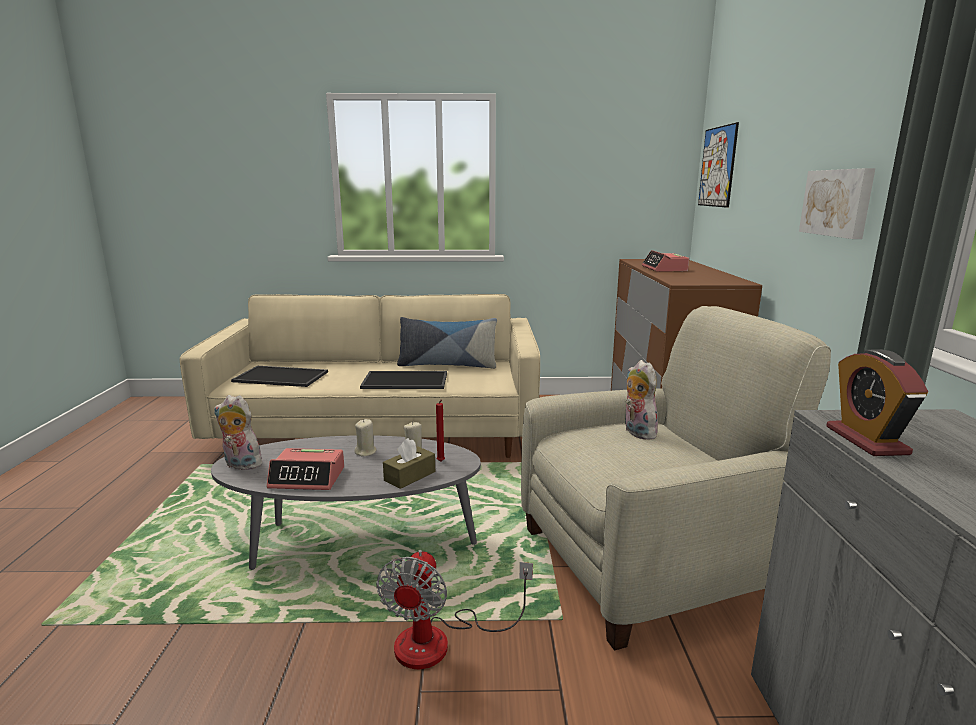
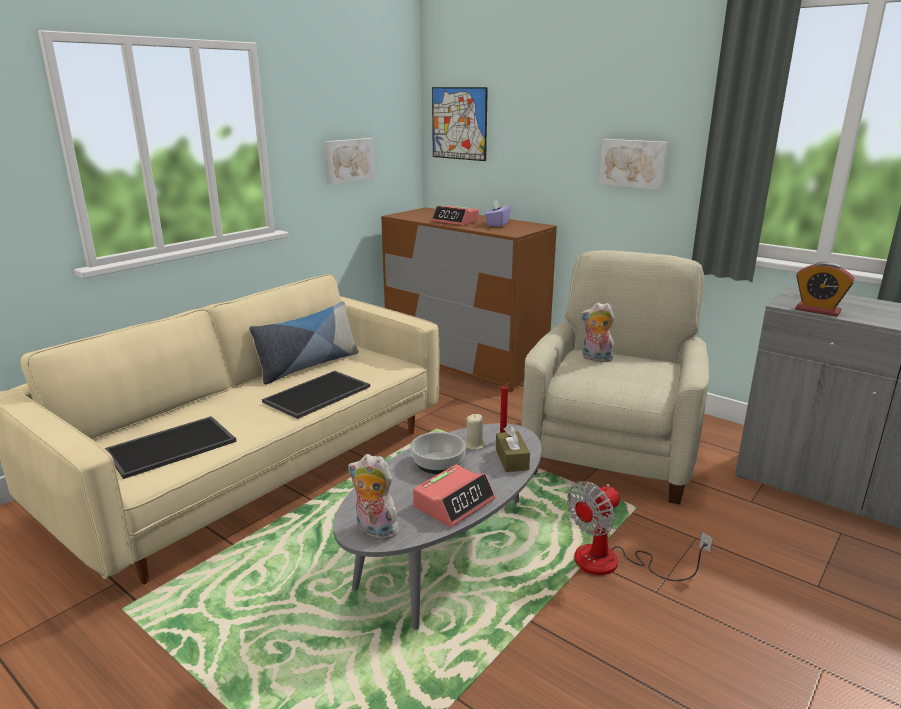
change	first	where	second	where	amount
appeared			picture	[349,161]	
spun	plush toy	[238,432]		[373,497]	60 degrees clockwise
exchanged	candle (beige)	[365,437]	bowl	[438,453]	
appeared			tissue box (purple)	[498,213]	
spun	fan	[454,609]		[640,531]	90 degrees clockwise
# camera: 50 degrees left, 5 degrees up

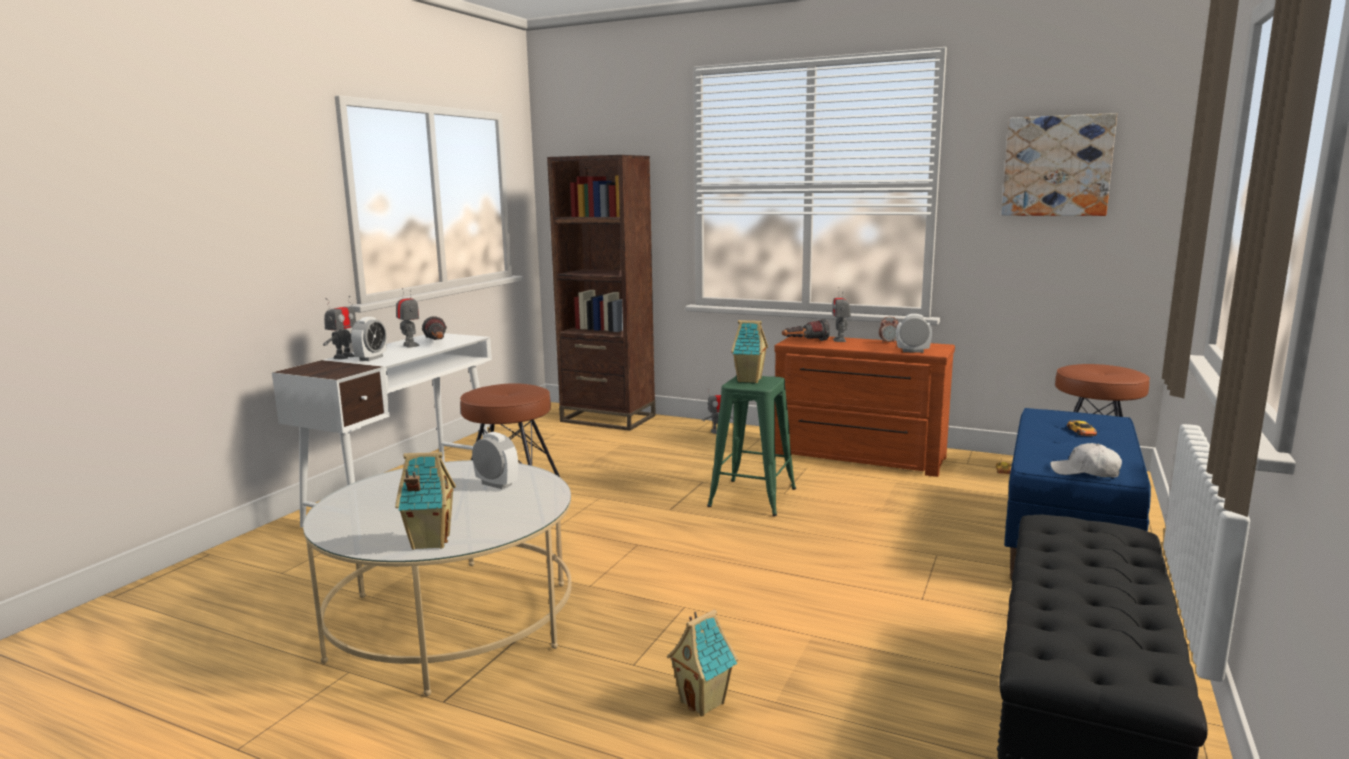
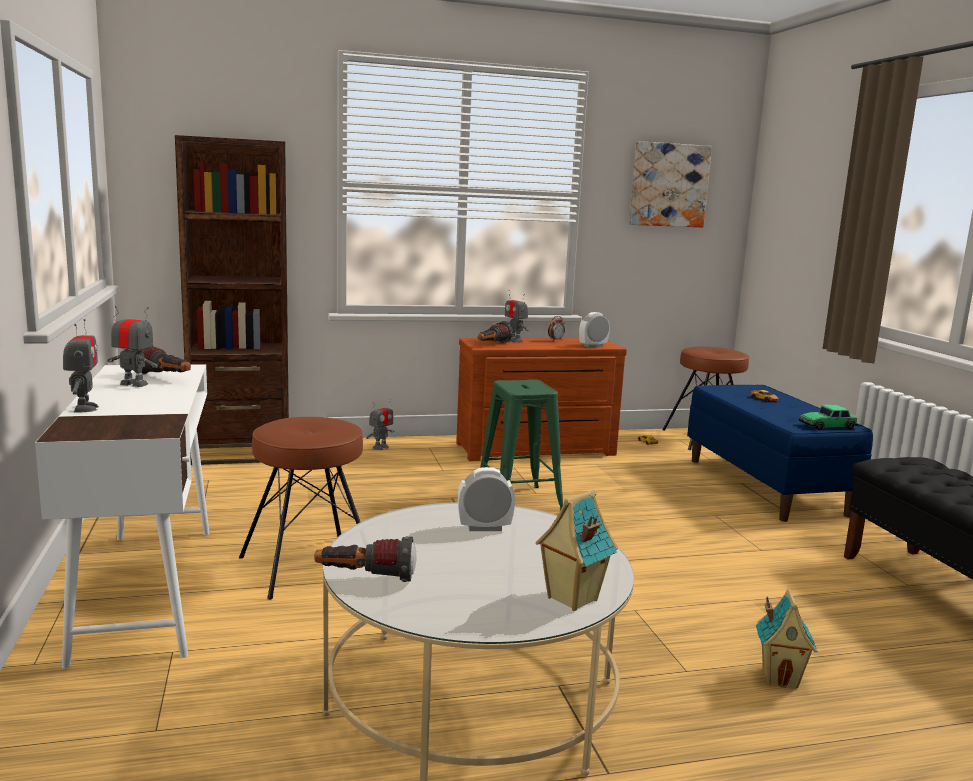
change	first	where	second	where	amount
appeared			flashlight	[365,559]	
exchanged	cap (white)	[1086,460]	toy car	[828,417]	
missing	alarm clock	[369,339]			
missing	toy house	[749,351]			
# camera: 40 degrees left, 0 degrees up

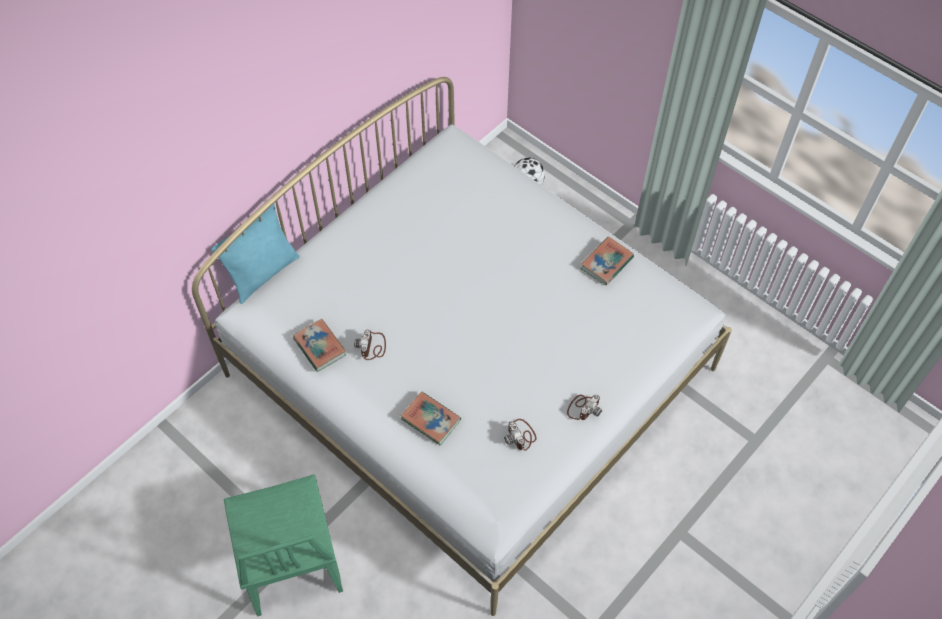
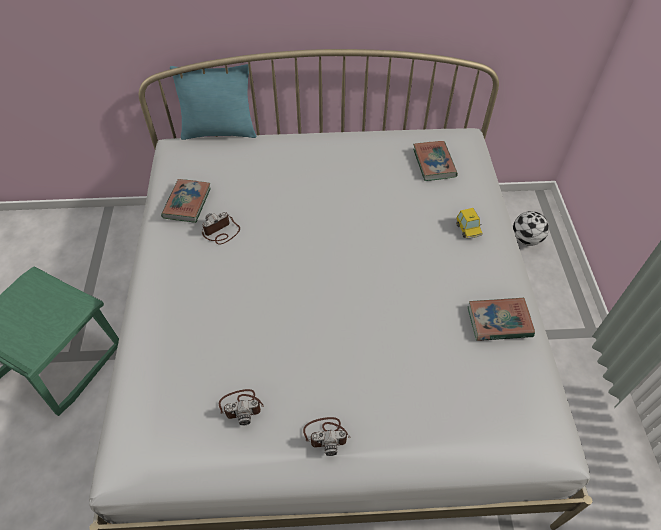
change	first	where	second	where	amount
spun	photo camera	[520,435]		[241,407]	120 degrees counterclockwise
relocated	book	[430,418]		[435,161]	
appeared			toy car	[469,223]	
# camera: 45 degrees right, 5 degrees down

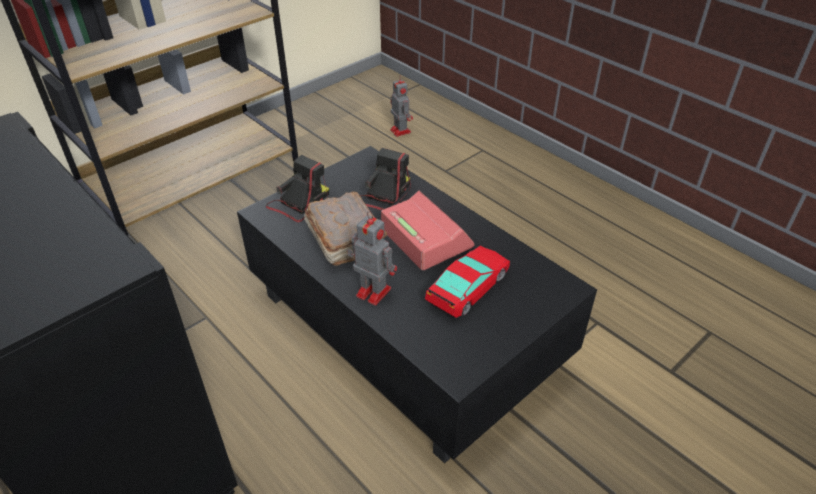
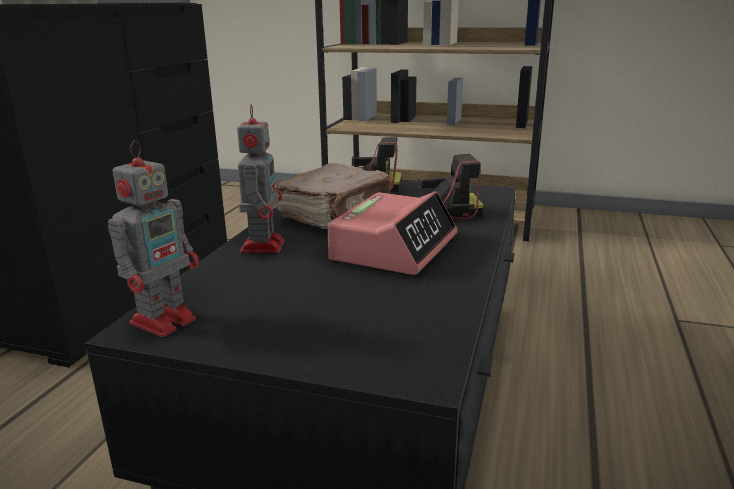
change	first	where	second	where	amount
relocated	toy robot	[401,106]		[153,238]	
missing	toy car	[467,282]			
# camera: 60 degrees right, 20 degrees down

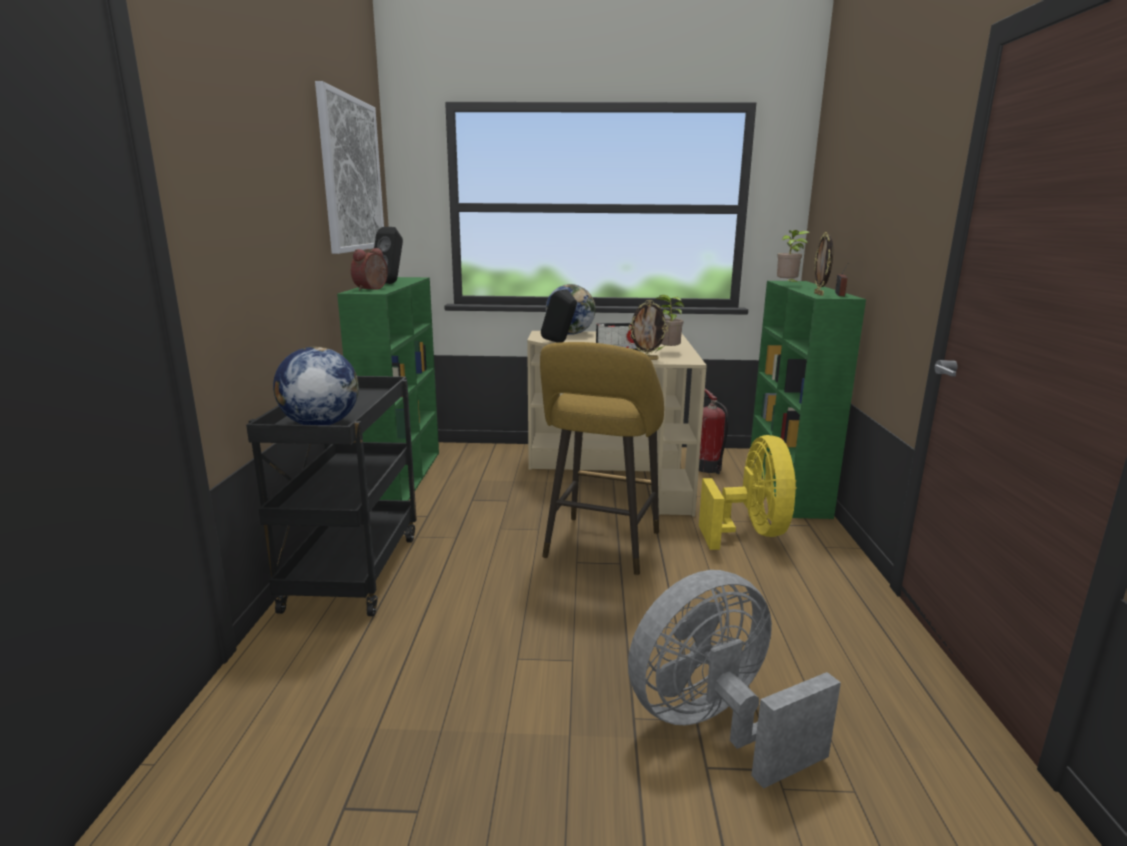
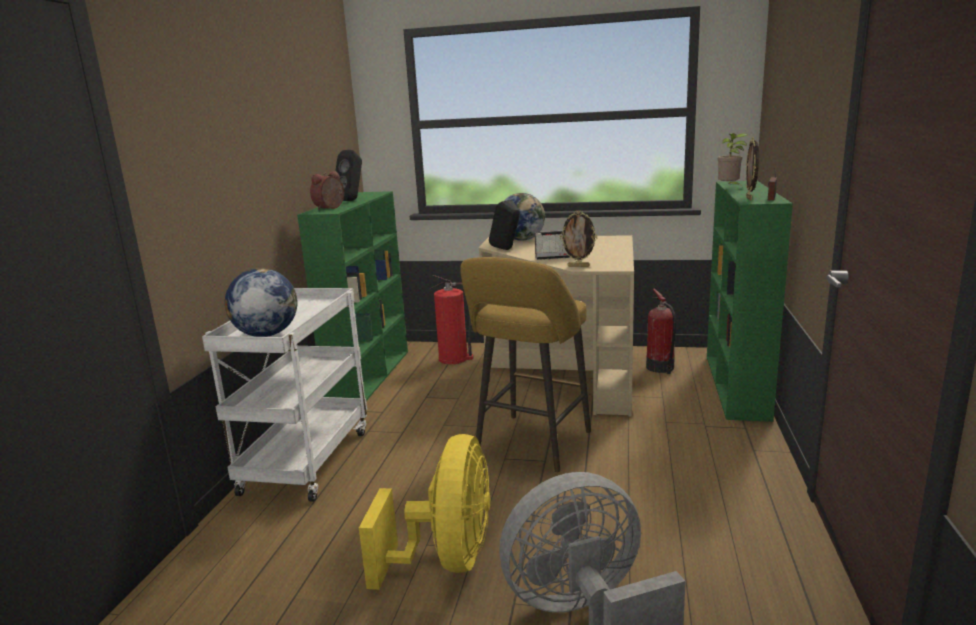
change	first	where	second	where	amount
colour	cart (black)	[331,496]	cart (white)	[284,395]	
relocated	fan (yellow)	[748,492]		[424,512]	
appeared			fire extinguisher	[451,319]	
missing	picture	[349,167]			
missing	potted plant	[669,323]			
# camera: 10 degrees right, 0 degrees up

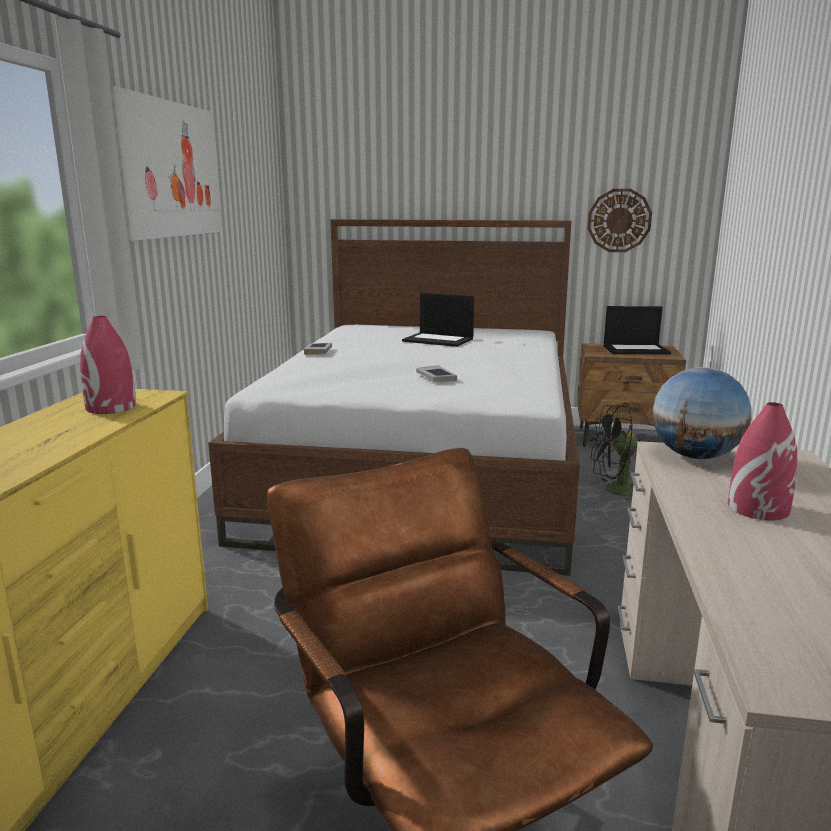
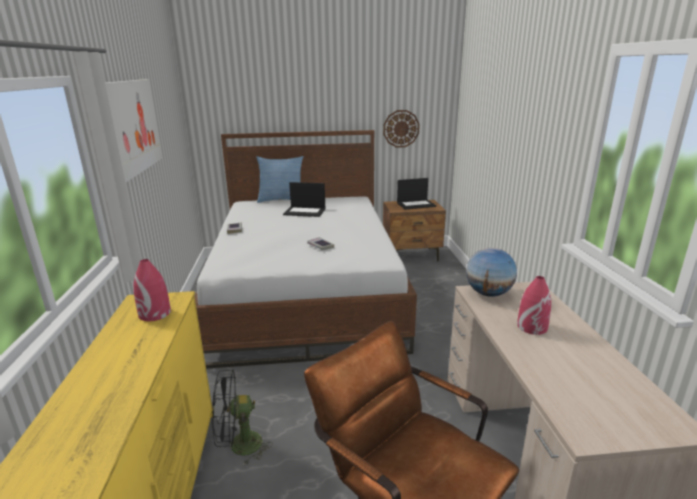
change	first	where	second	where	amount
relocated	fan (black)	[615,453]		[242,417]	
appeared			pillow	[280,179]	
# camera: 15 degrees left, 5 degrees up

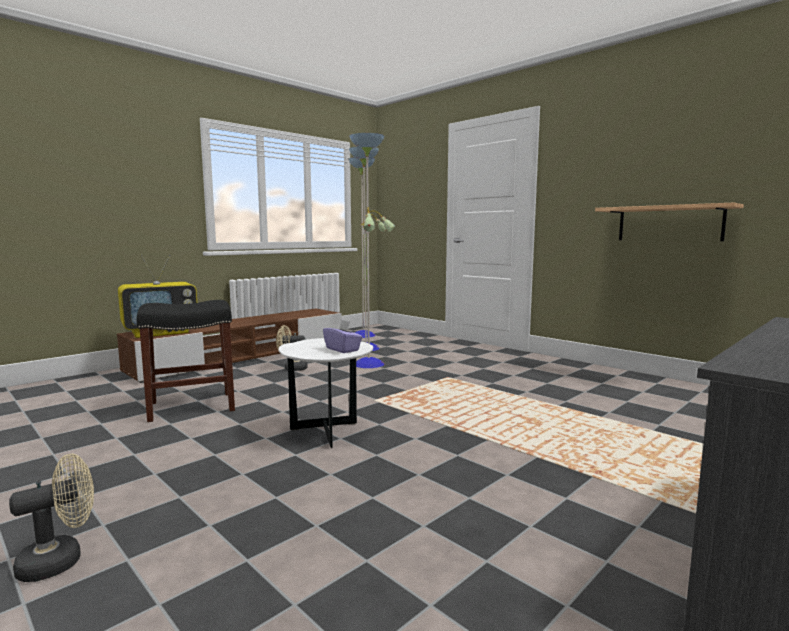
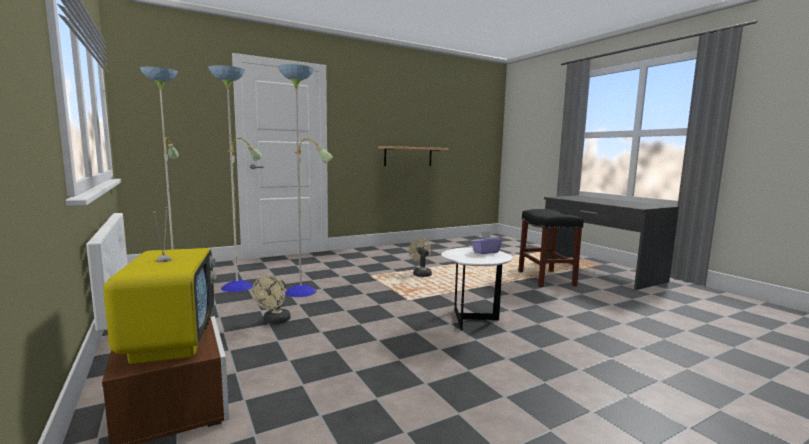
change	first	where	second	where	amount
relocated	fan (beige)	[51,518]		[420,257]	
relocated	stool (black)	[186,361]		[551,248]	
# camera: 75 degrees left, 0 degrees up

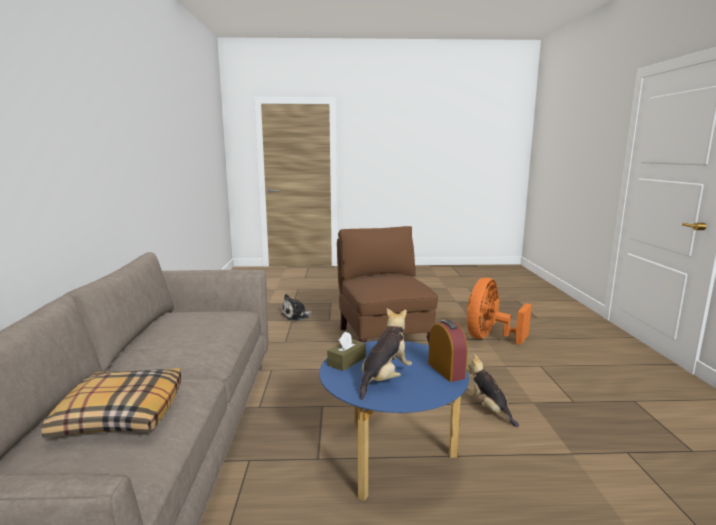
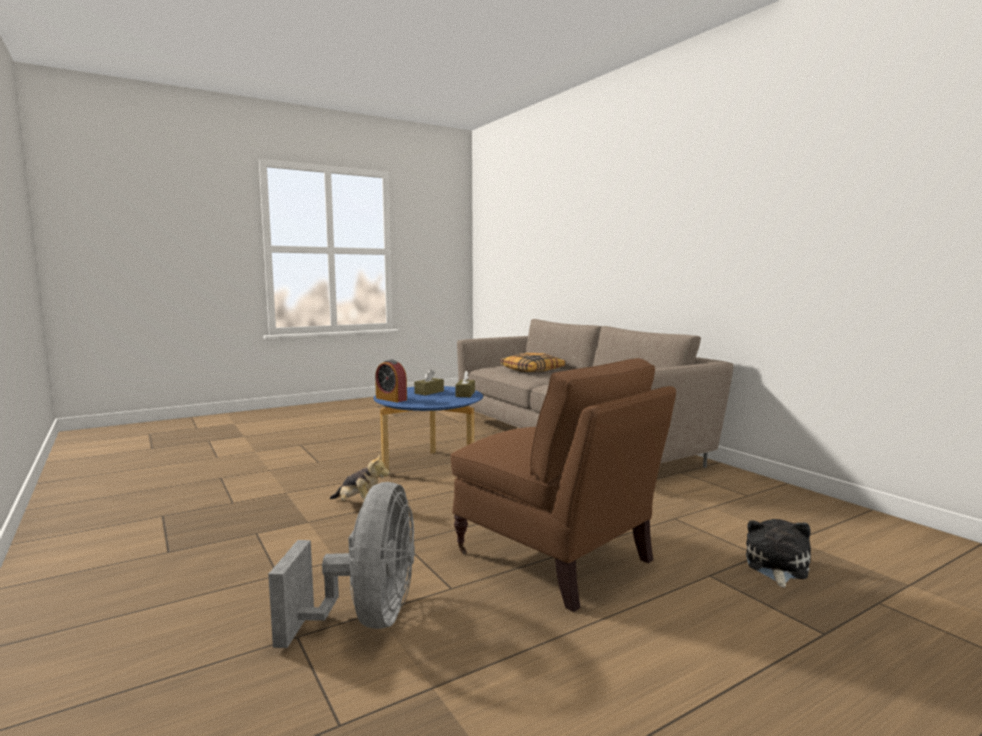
change	first	where	second	where	amount
colour	fan (orange)	[499,311]	fan (grey)	[341,565]	
exchanged	plush toy	[386,354]	tissue box (brown)	[429,382]	
# camera: 150 degrees right, 5 degrees down

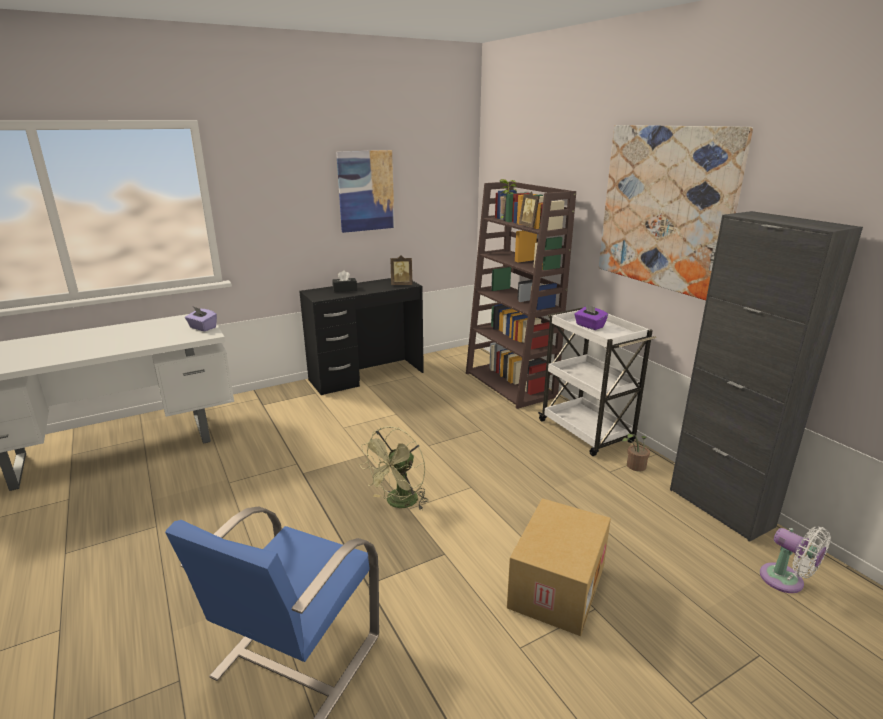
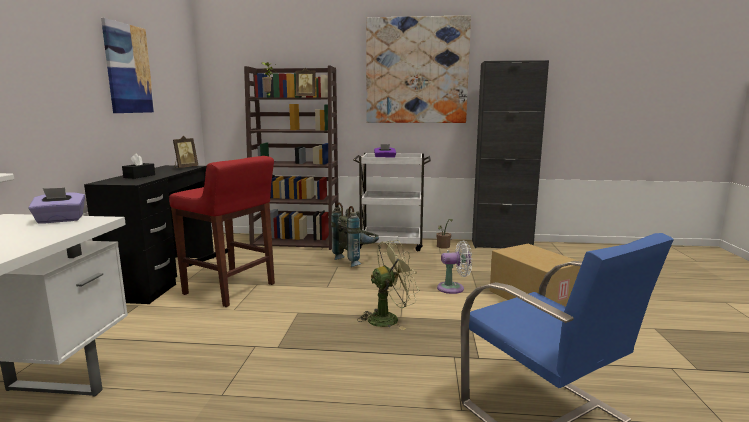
change	first	where	second	where	amount
appeared			stool (red)	[222,231]	
appeared			backpack (grey)	[355,235]	
spun	fan (green)	[394,468]		[388,285]	90 degrees counterclockwise
relocated	fan (white)	[795,559]		[454,267]	
# camera: 55 degrees left, 10 degrees down

